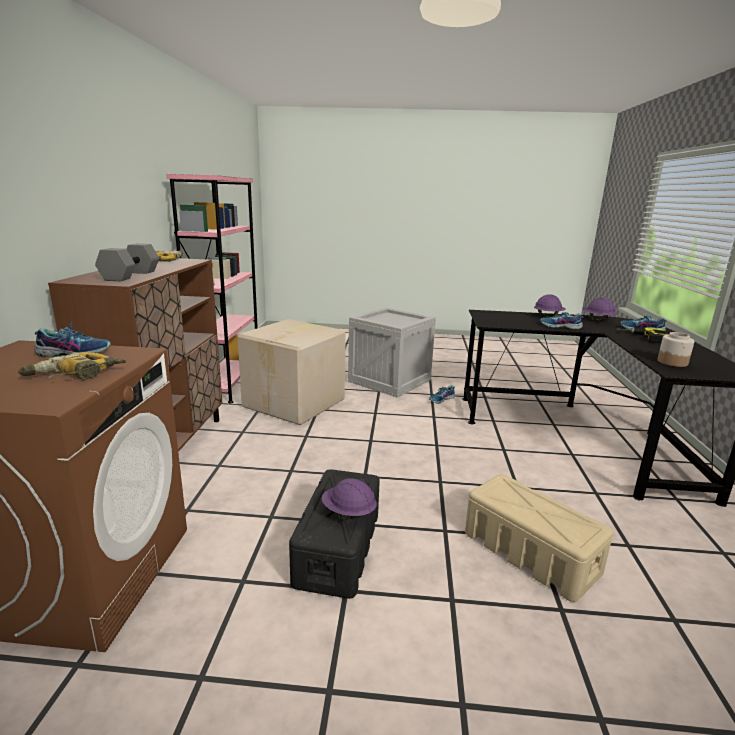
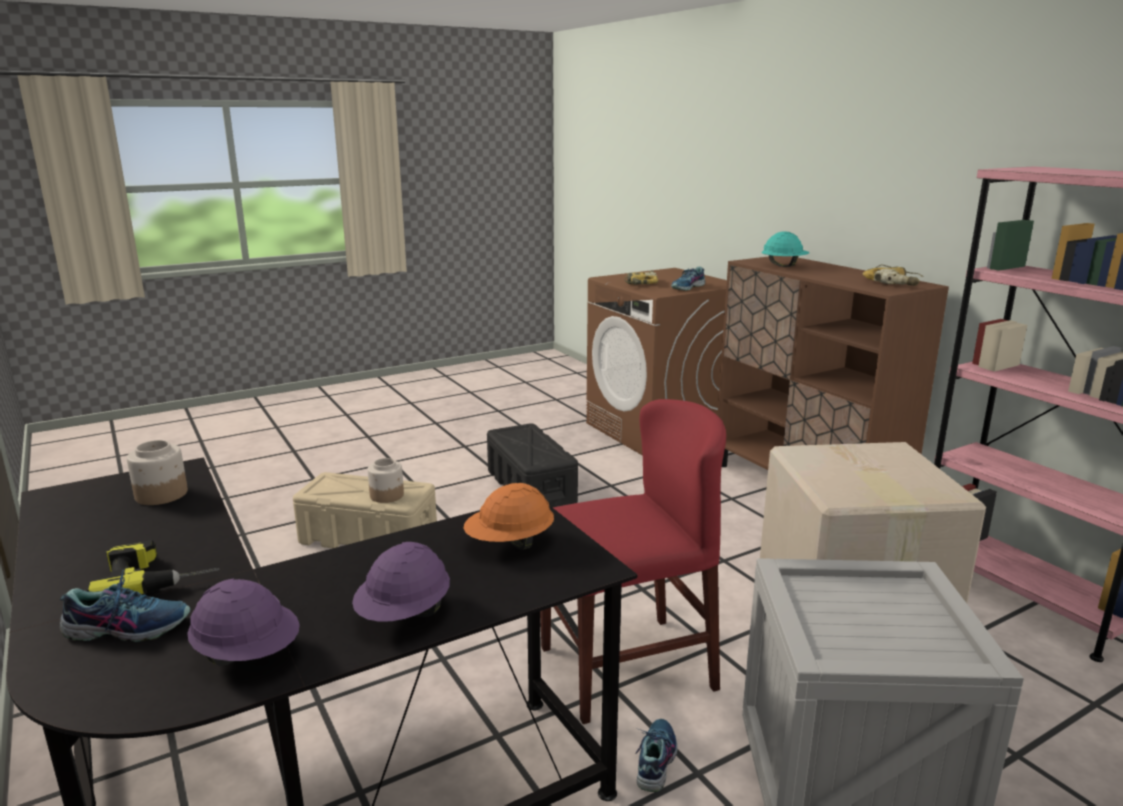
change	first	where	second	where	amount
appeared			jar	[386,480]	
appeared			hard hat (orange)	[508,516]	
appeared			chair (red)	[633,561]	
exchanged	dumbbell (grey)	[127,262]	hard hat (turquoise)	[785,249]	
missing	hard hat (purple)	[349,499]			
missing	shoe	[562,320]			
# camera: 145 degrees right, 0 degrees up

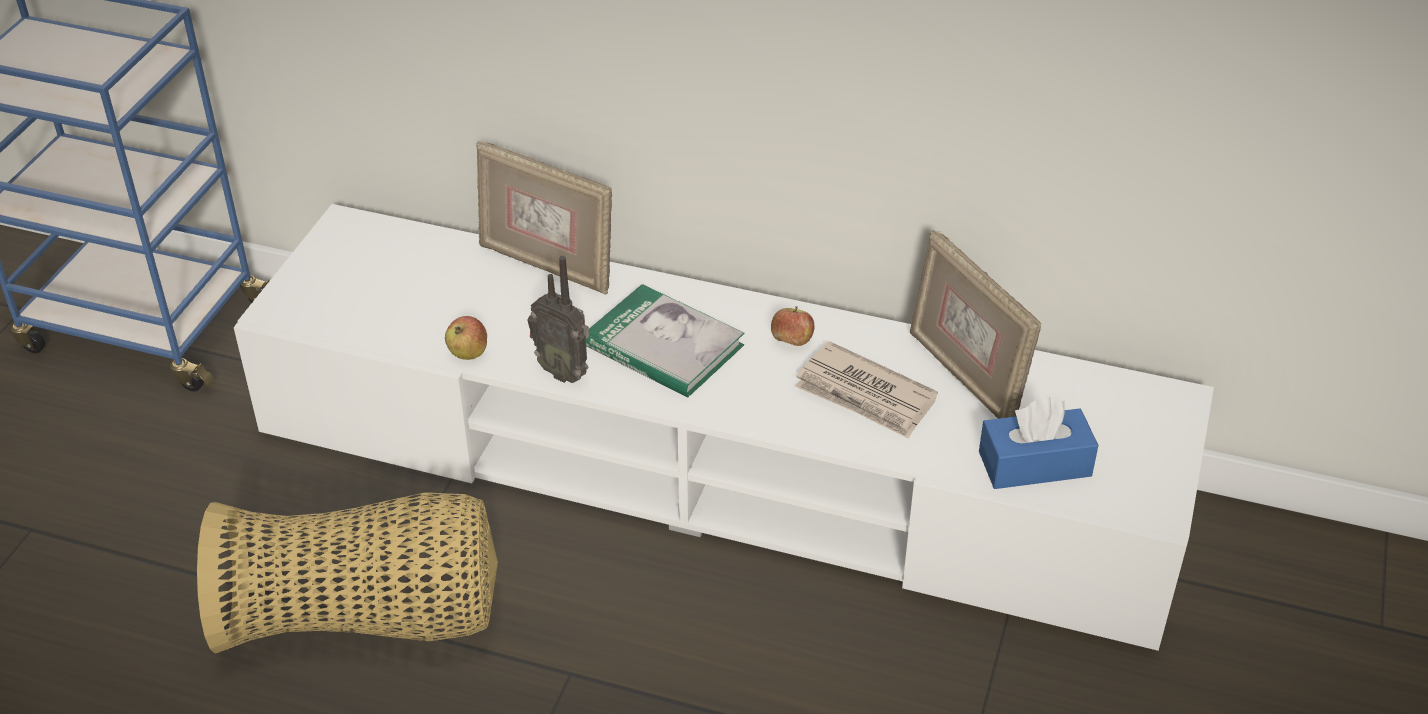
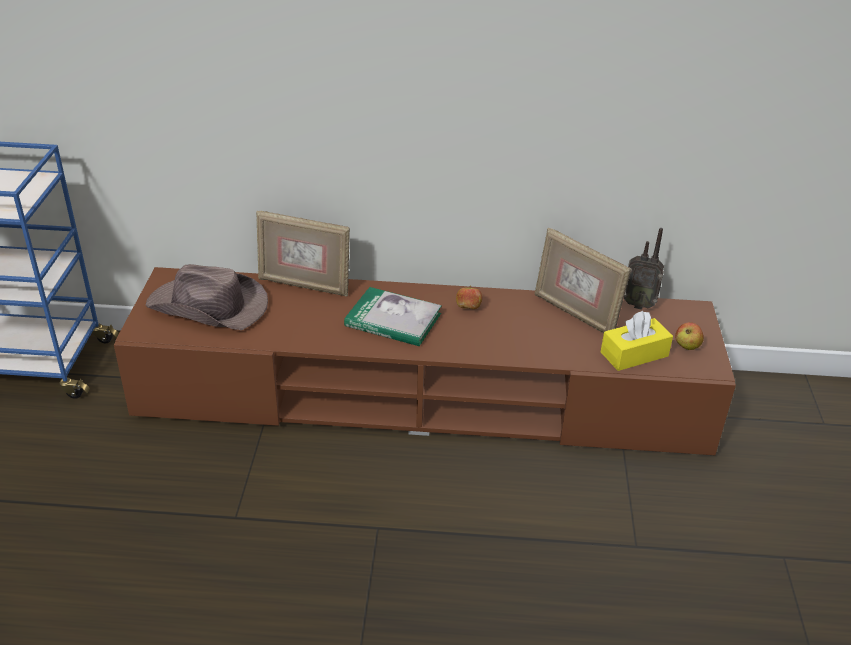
change	first	where	second	where	amount
colour	tv stand (white)	[724,427]	tv stand (brown)	[425,361]	
appeared			hat (brown)	[206,297]	
colour	tissue box (blue)	[1038,443]	tissue box (yellow)	[637,341]	
relocated	radio	[558,319]		[644,269]	
relocated	apple	[466,338]		[689,336]	
missing	basket	[347,573]			
missing	newspaper	[866,390]			
# camera: 15 degrees left, 5 degrees down

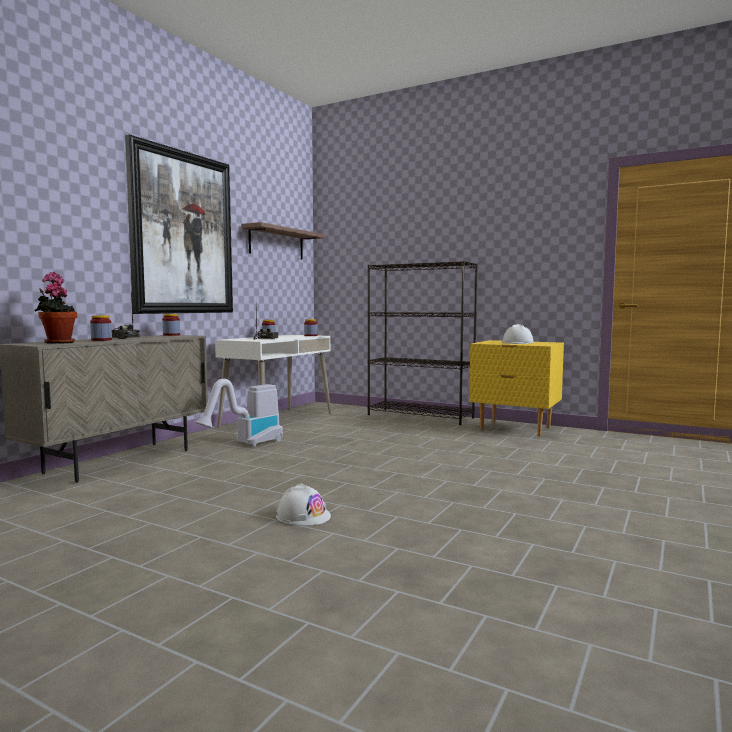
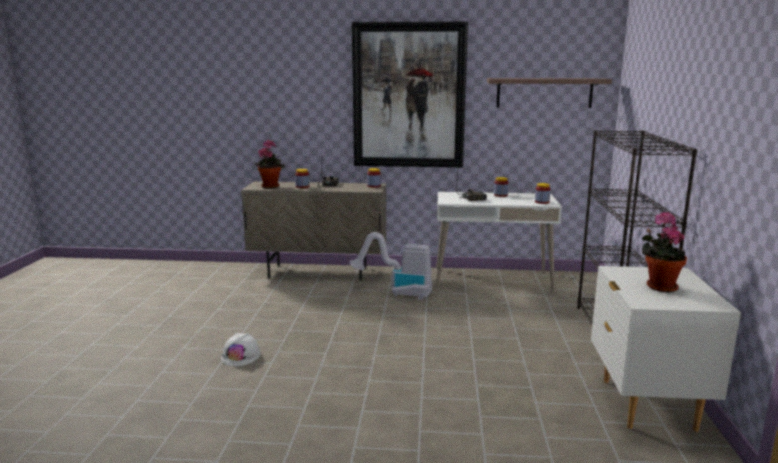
change	first	where	second	where	amount
colour	nightstand (yellow)	[516,388]	nightstand (white)	[666,349]	
exchanged	hard hat (white)	[518,334]	potted plant	[664,252]	
# camera: 65 degrees right, 10 degrees up

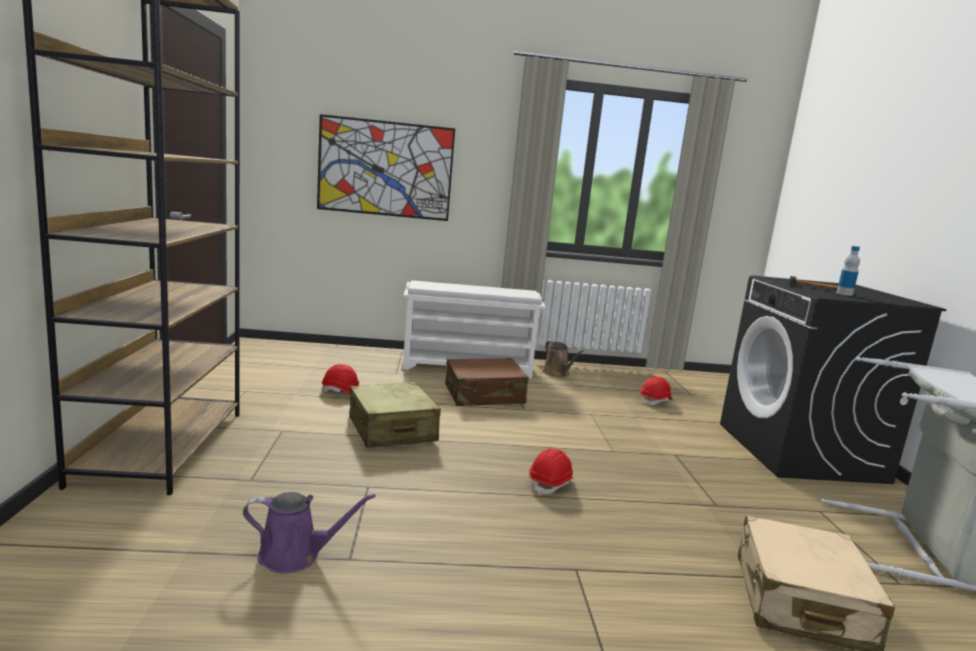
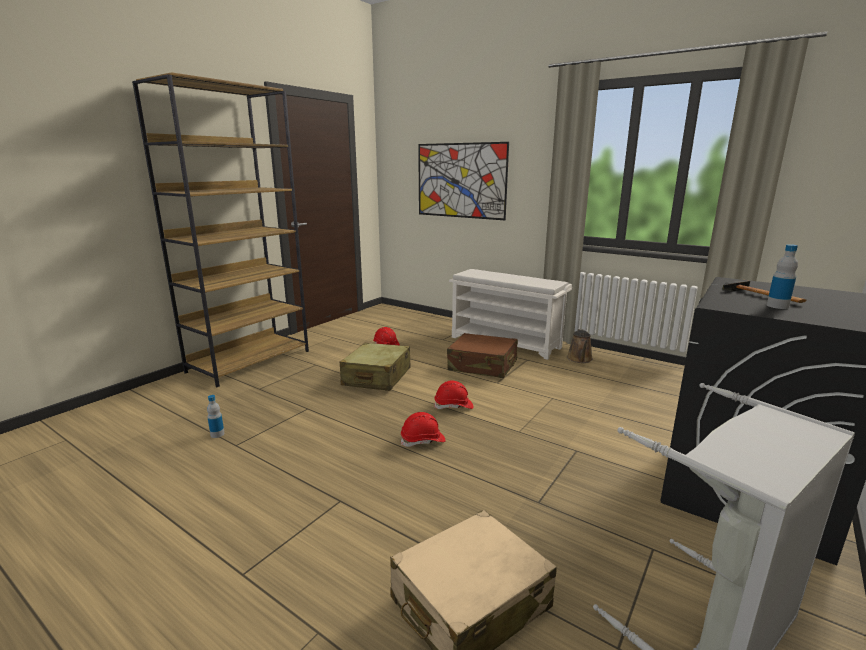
change	first	where	second	where	amount
exchanged	watering can (purple)	[309,533]	bottle	[216,416]	
relocated	hard hat (red)	[656,390]		[454,395]	
# camera: 40 degrees right, 5 degrees up

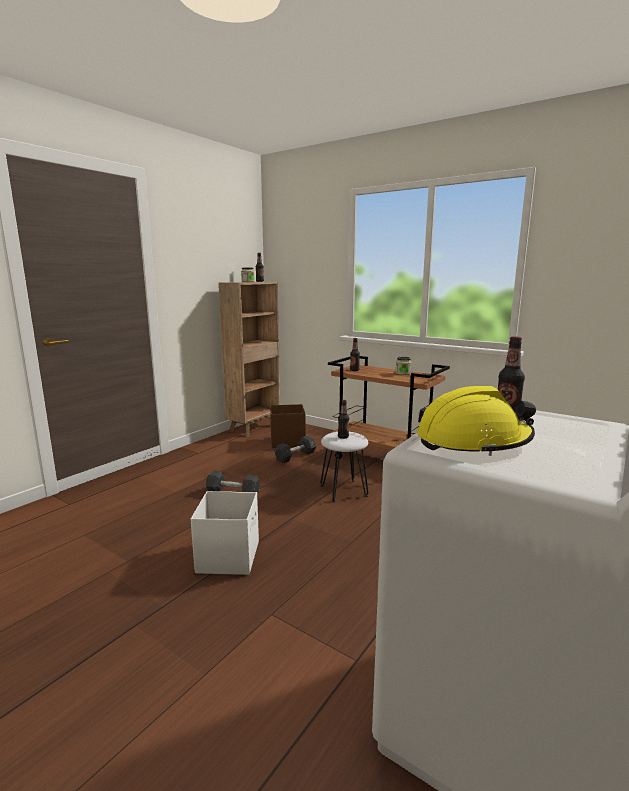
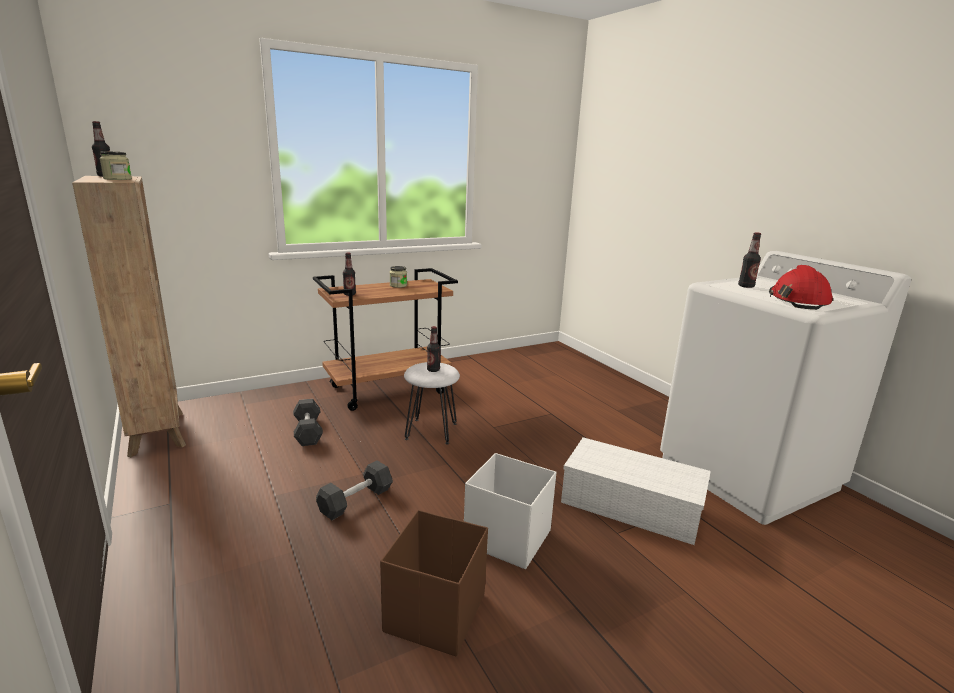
change	first	where	second	where	amount
relocated	storage box (brown)	[288,426]		[434,583]	
appeared			storage box (white)	[636,491]	
colour	hard hat (yellow)	[476,421]	hard hat (red)	[801,287]	
# camera: 65 degrees left, 5 degrees up

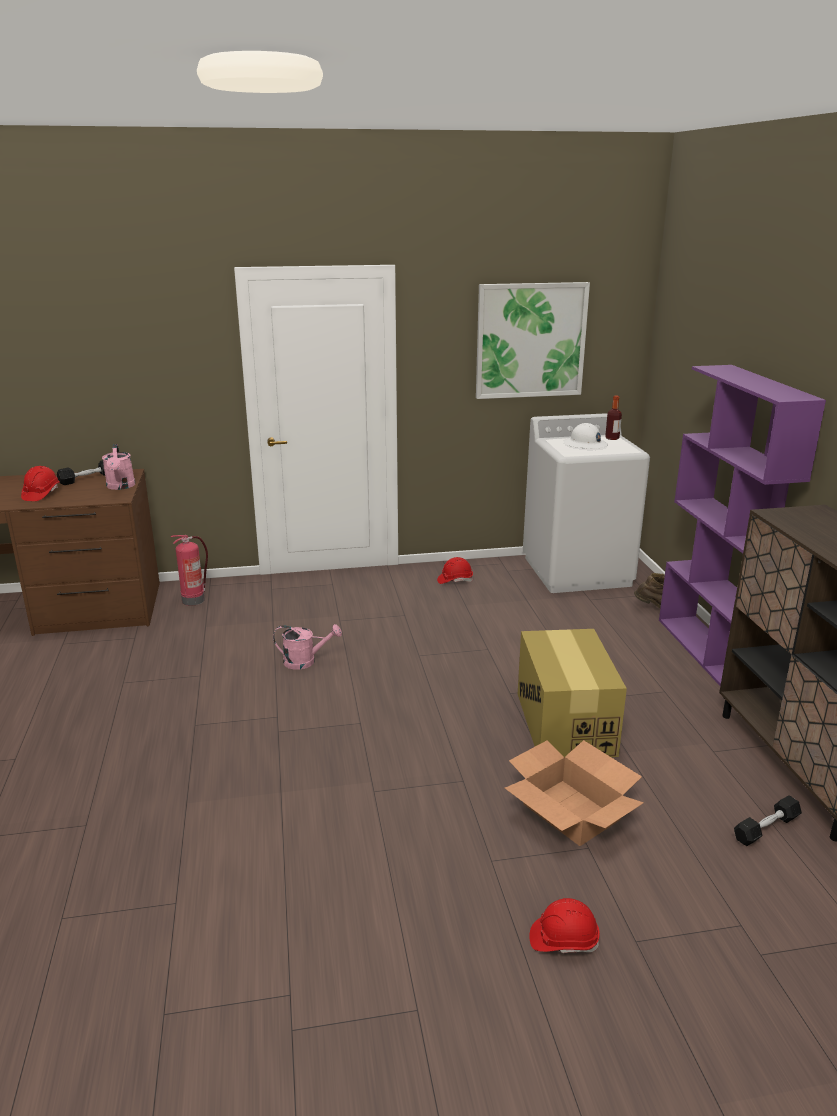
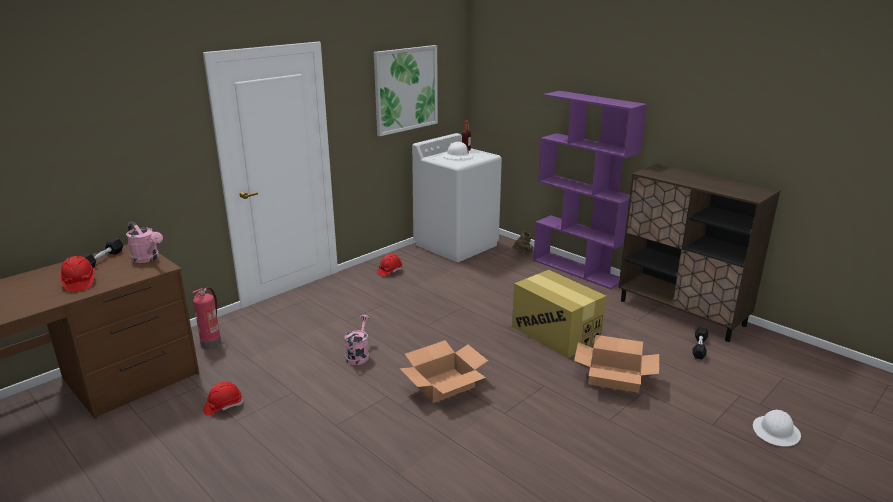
change	first	where	second	where	amount
relocated	hard hat (red)	[564,925]		[223,399]	
spun	watering can (pink)	[307,647]		[357,340]	45 degrees counterclockwise
appeared			cardboard box	[443,371]	
appeared			hard hat (white)	[777,428]	
# camera: 35 degrees left, 0 degrees up

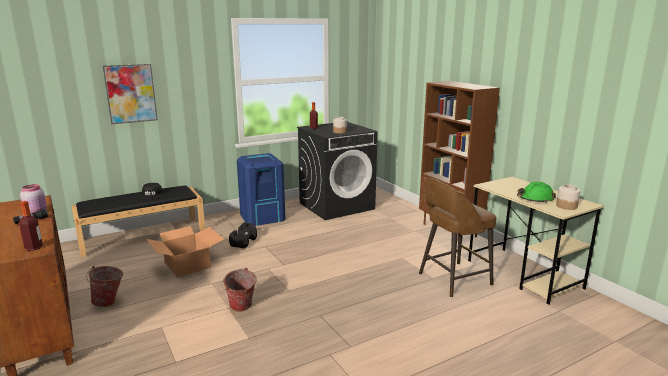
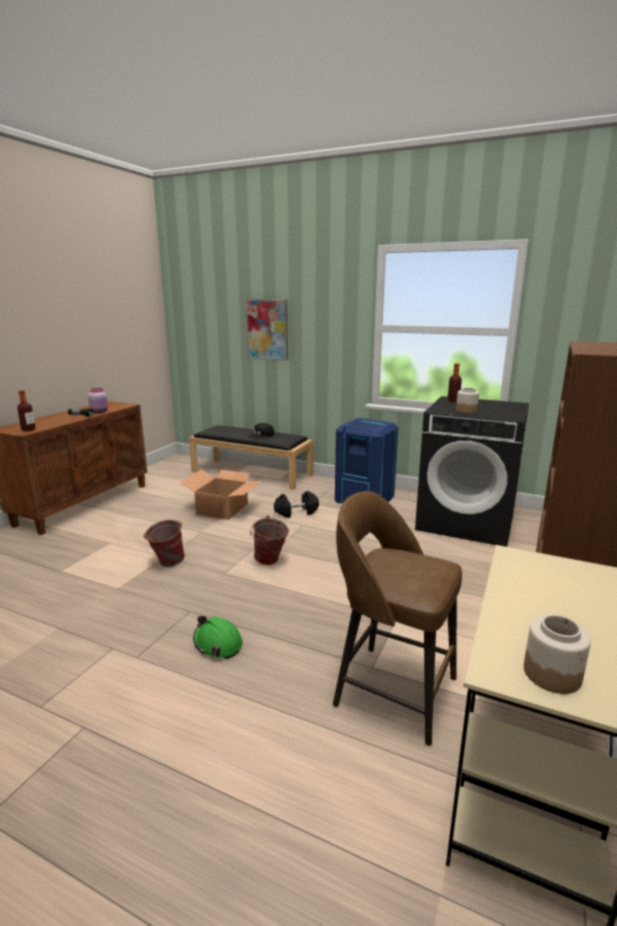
change	first	where	second	where	amount
relocated	hard hat (green)	[536,192]		[218,637]	
relocated	bucket	[104,286]		[269,540]	
# camera: 55 degrees right, 0 degrees up

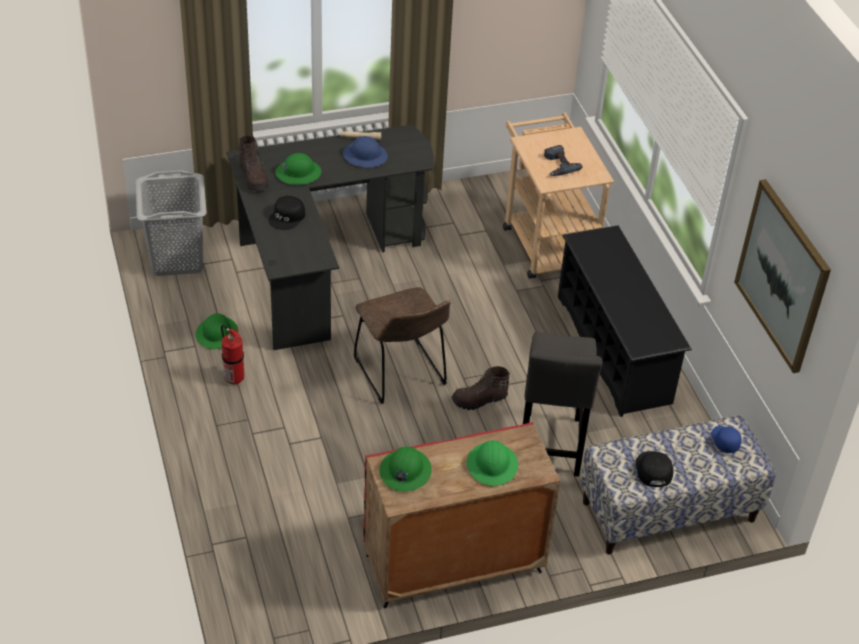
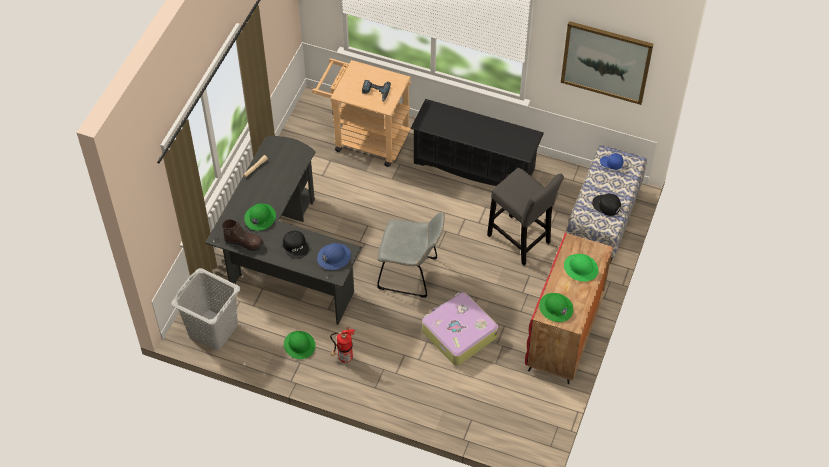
change	first	where	second	where	amount
relocated	hard hat (blue)	[365,152]		[334,256]	
colour	chair (brown)	[402,345]	chair (grey)	[411,255]	
appeared			suitcase	[460,329]	
missing	boot (brown)	[481,388]			
# camera: 50 degrees left, 10 degrees up

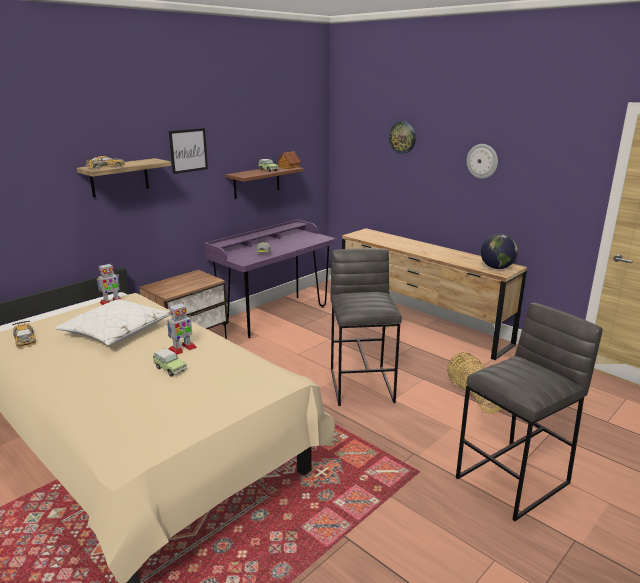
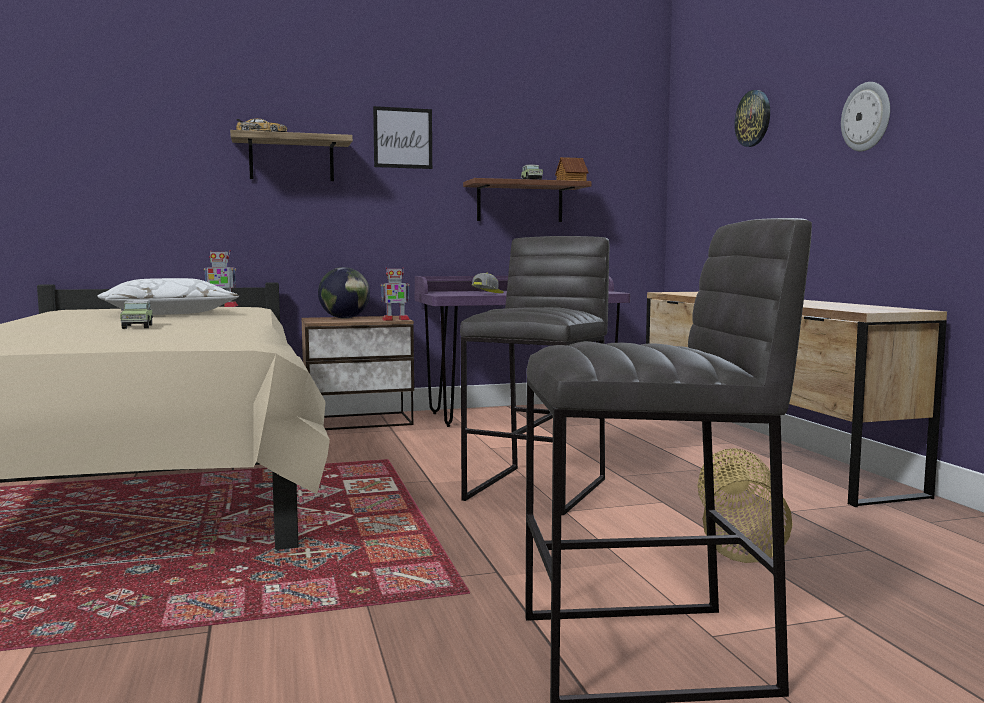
change	first	where	second	where	amount
relocated	globe	[499,251]		[344,293]	
relocated	toy robot	[182,328]		[395,294]	
missing	toy car	[24,334]			
# camera: 30 degrees right, 15 degrees down

